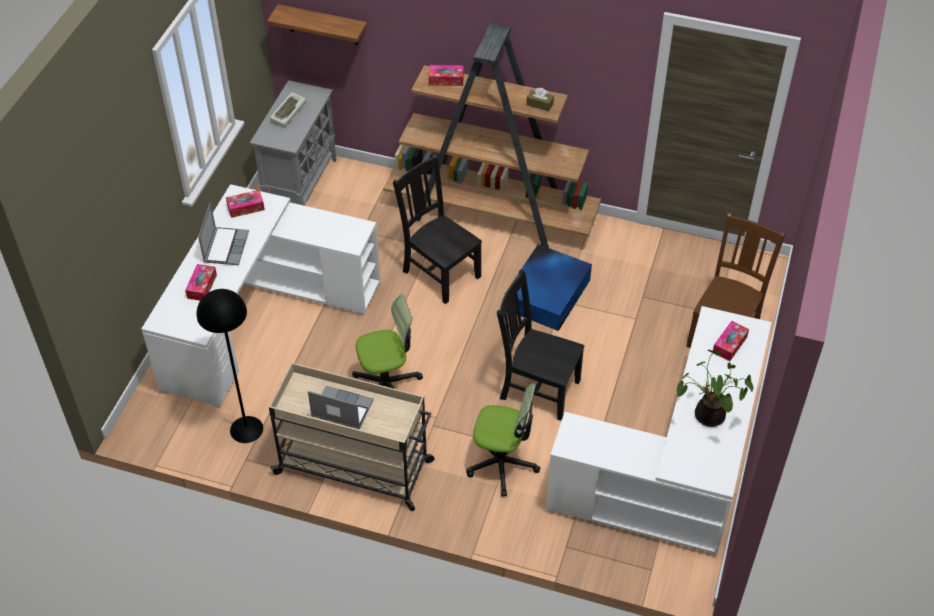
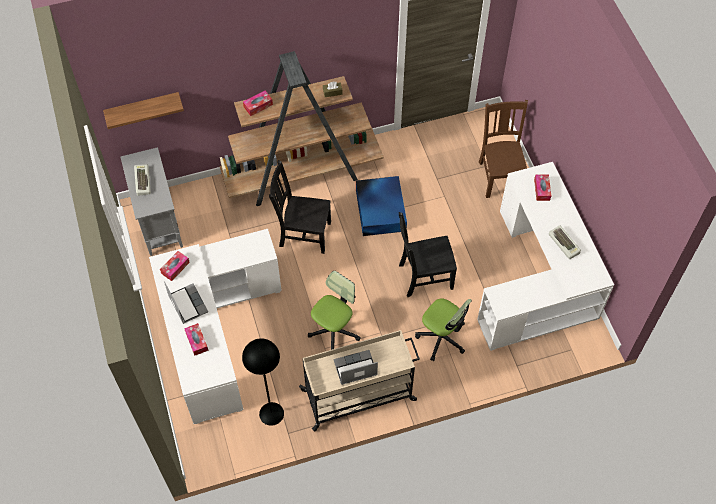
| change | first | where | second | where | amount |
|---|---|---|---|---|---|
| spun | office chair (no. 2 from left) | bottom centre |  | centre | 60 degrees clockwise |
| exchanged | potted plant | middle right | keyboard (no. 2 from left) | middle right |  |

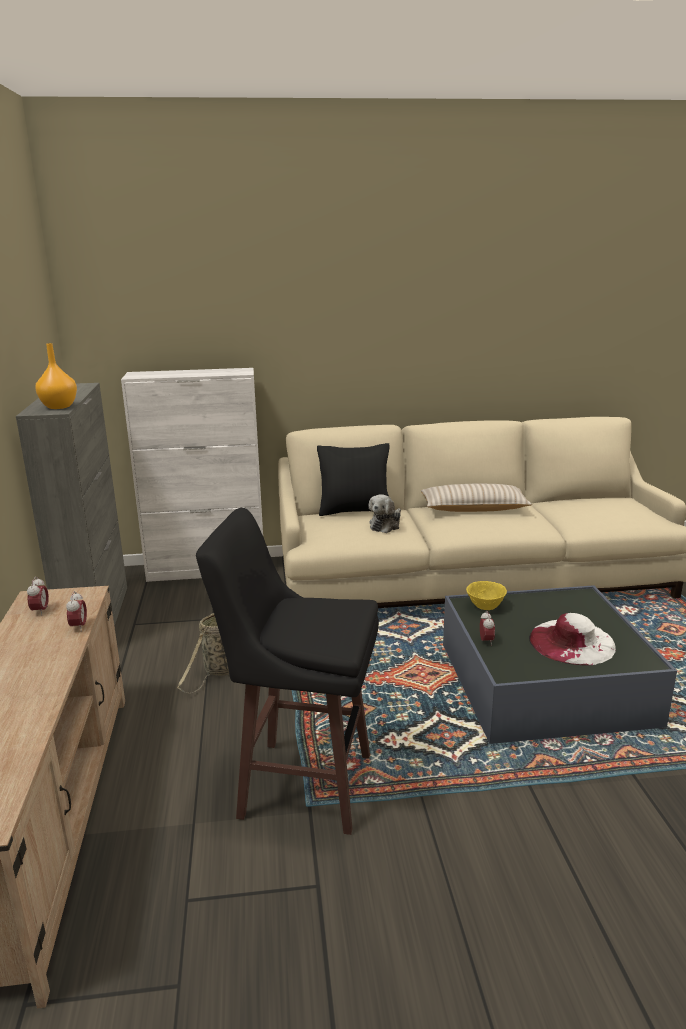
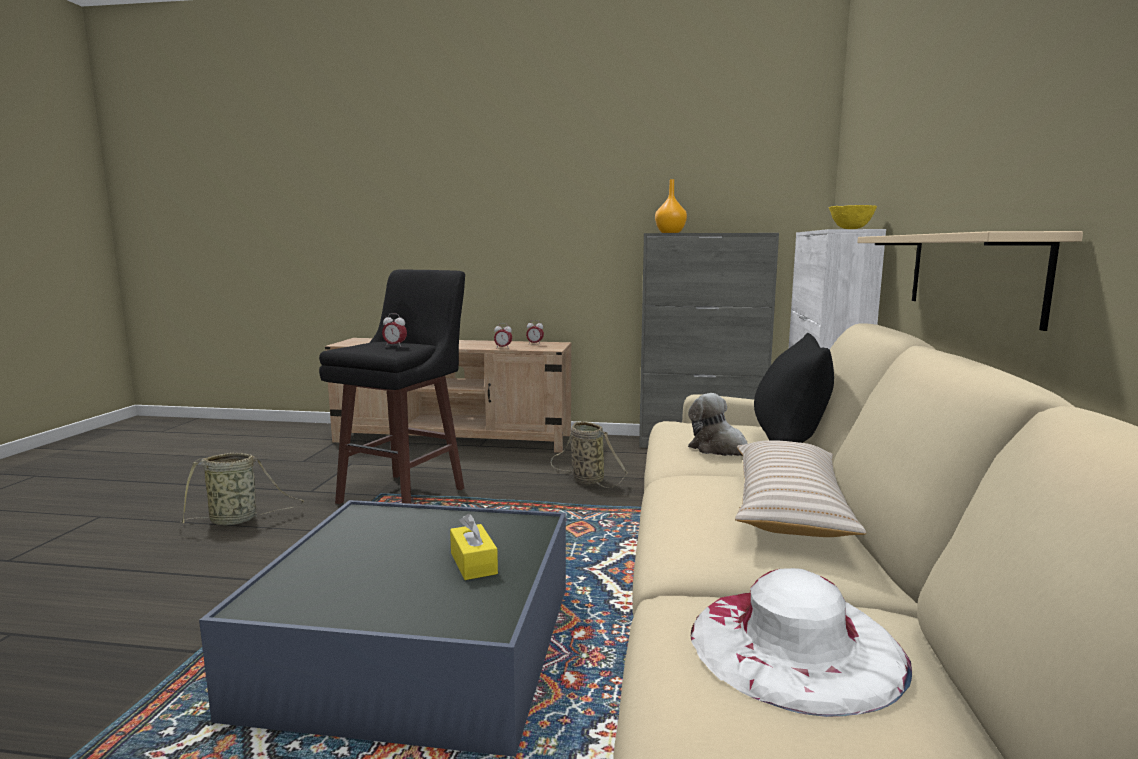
| change | first | where | second | where | amount |
|---|---|---|---|---|---|
| relocated | yellow bowl | middle right |  | top right |  |
| relocated | alarm clock (no. 3 from left in the first image) | middle right | alarm clock (no. 1 from left) | centre |  |
| relocated | white hat | middle right |  | bottom right |  |
| appeared |  |  | basket (no. 1 from left) | middle left |  |
| appeared |  |  | yellow tissue box | bottom centre |  |
| appeared |  |  | beige shelf | middle right |  |

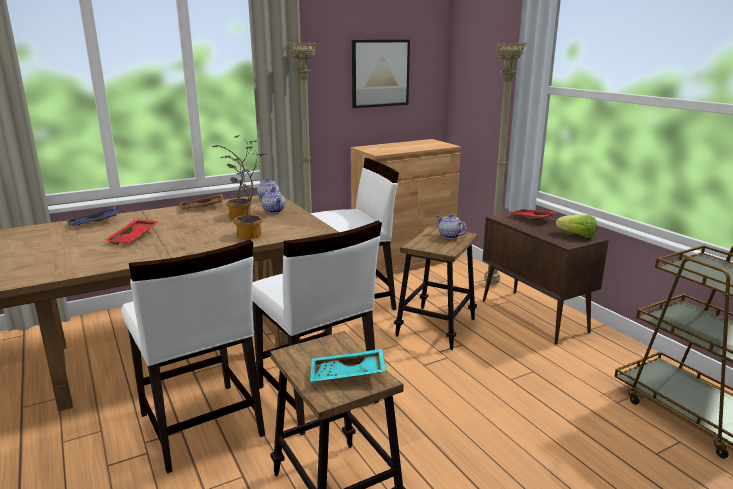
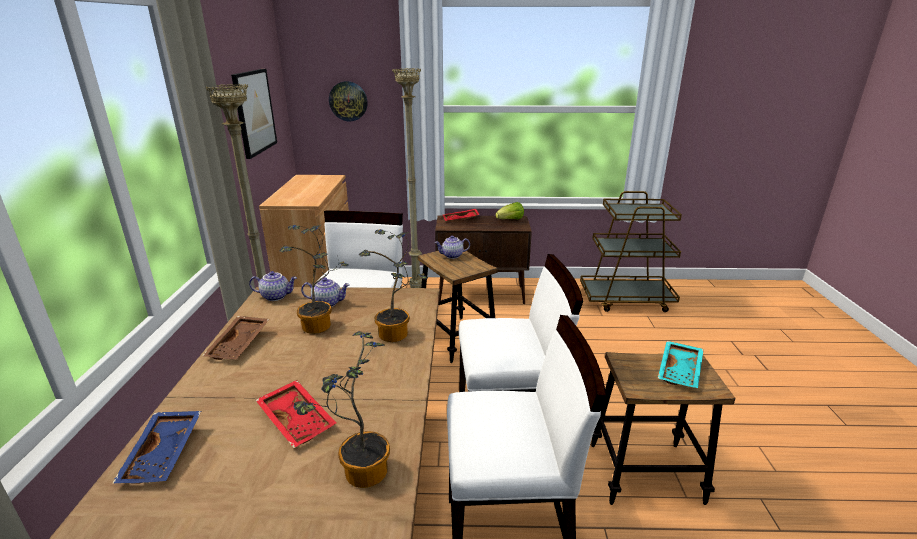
| change | first | where | second | where | amount |
|---|---|---|---|---|---|
| appeared |  |  | potted plant (no. 2 from left) | bottom centre |  |
| appeared |  |  | wall clock | top centre |  |

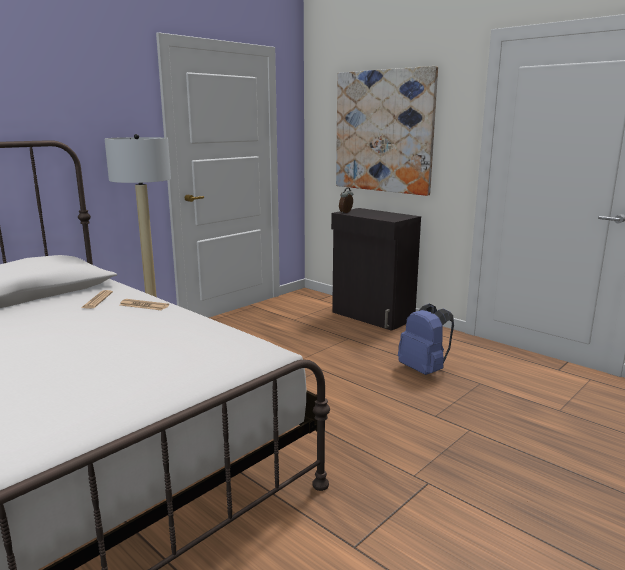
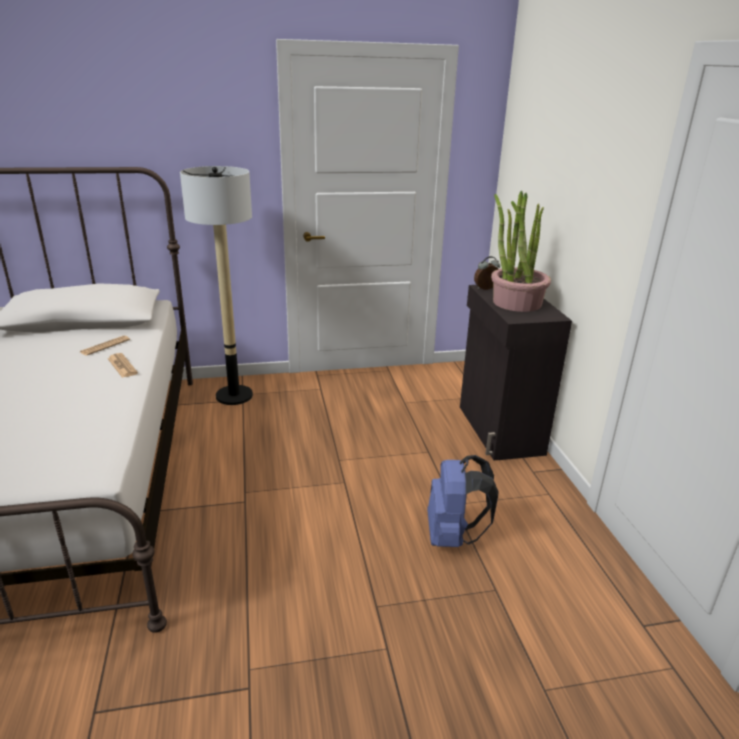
| change | first | where | second | where | amount |
|---|---|---|---|---|---|
| missing | picture | top centre |  |  |  |
| appeared |  |  | potted plant | middle right |  |

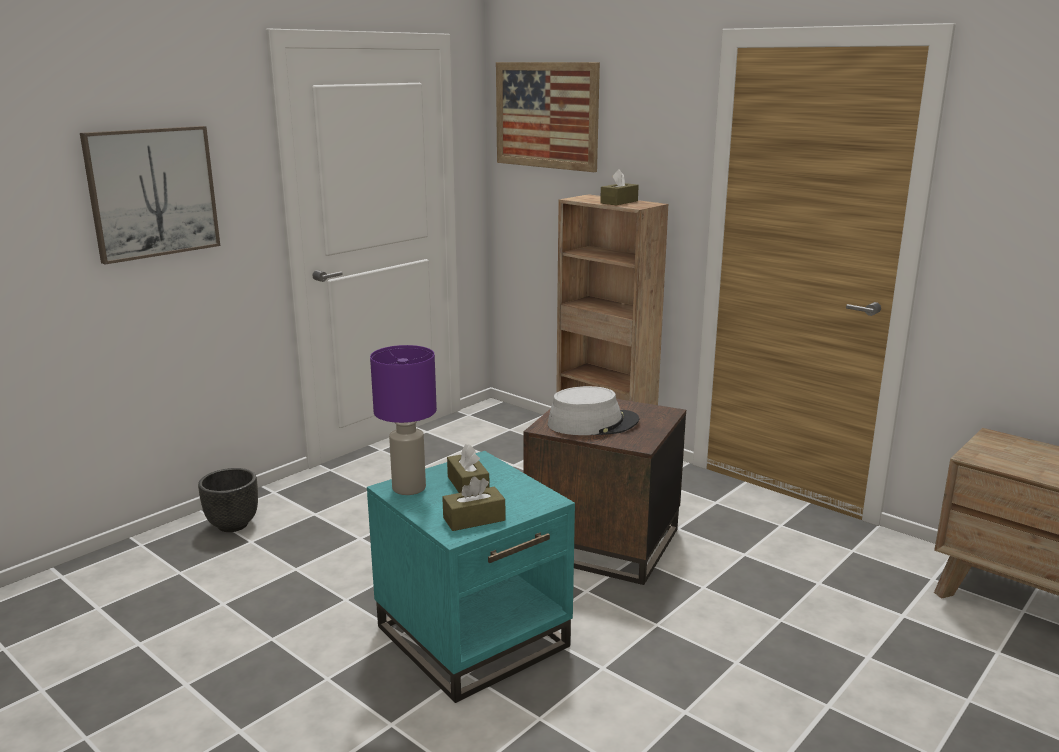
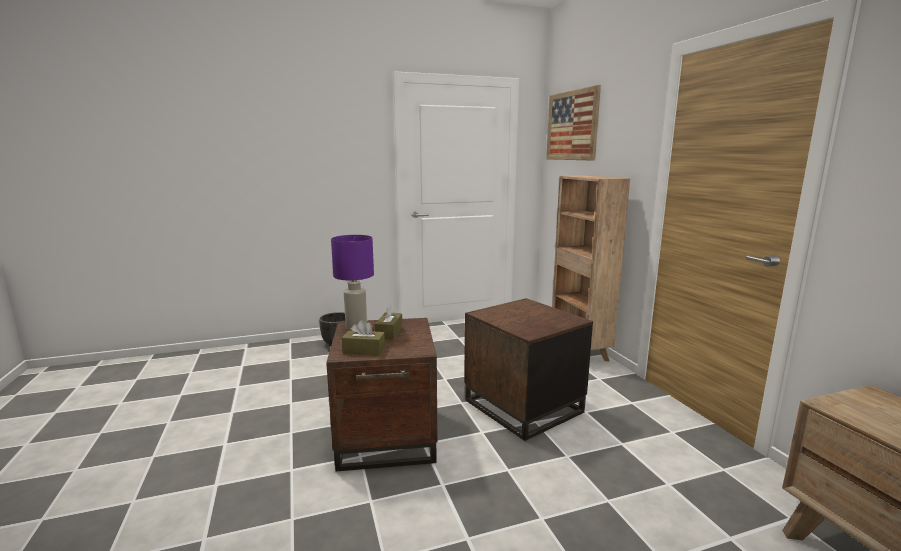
| change | first | where | second | where | amount |
|---|---|---|---|---|---|
| missing | picture (no. 1 from left) | top left |  |  |  |
| colour | turquoise side table | bottom centre | brown side table (no. 1 from left) | bottom centre |  |
| missing | grey hat | centre |  |  |  |
| missing | brown tissue box (no. 3 from left) | top centre |  |  |  |

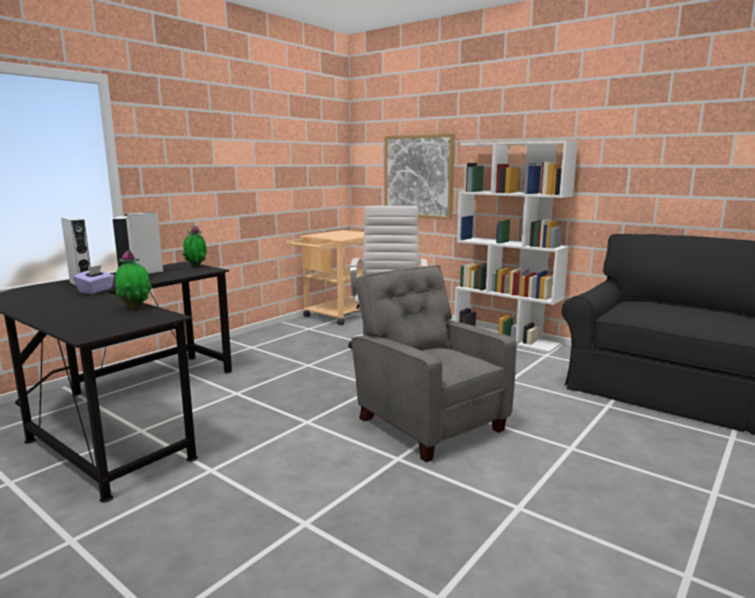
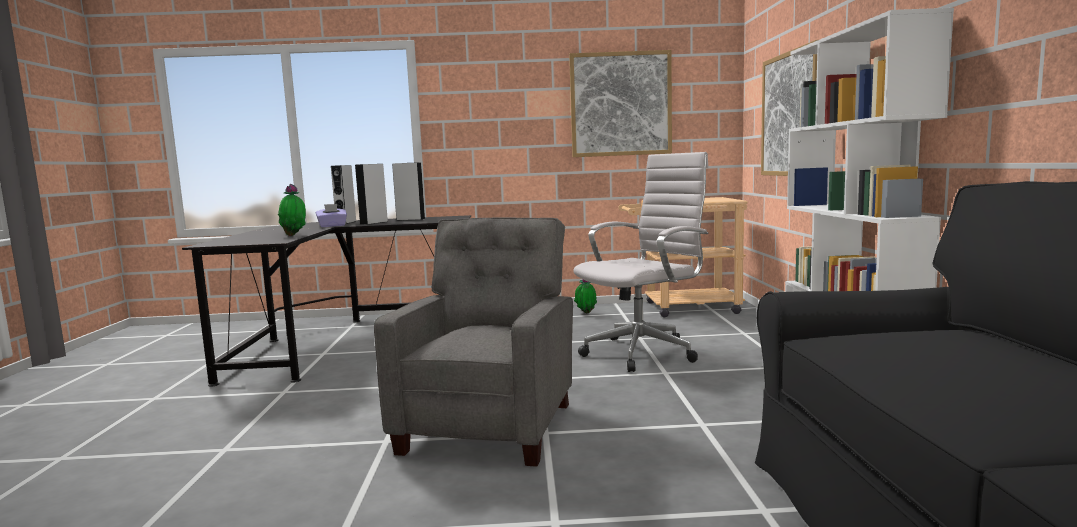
| change | first | where | second | where | amount |
|---|---|---|---|---|---|
| relocated | potted plant (no. 2 from left) | middle left |  | centre |  |
| appeared |  |  | picture (no. 1 from left) | top centre |  |

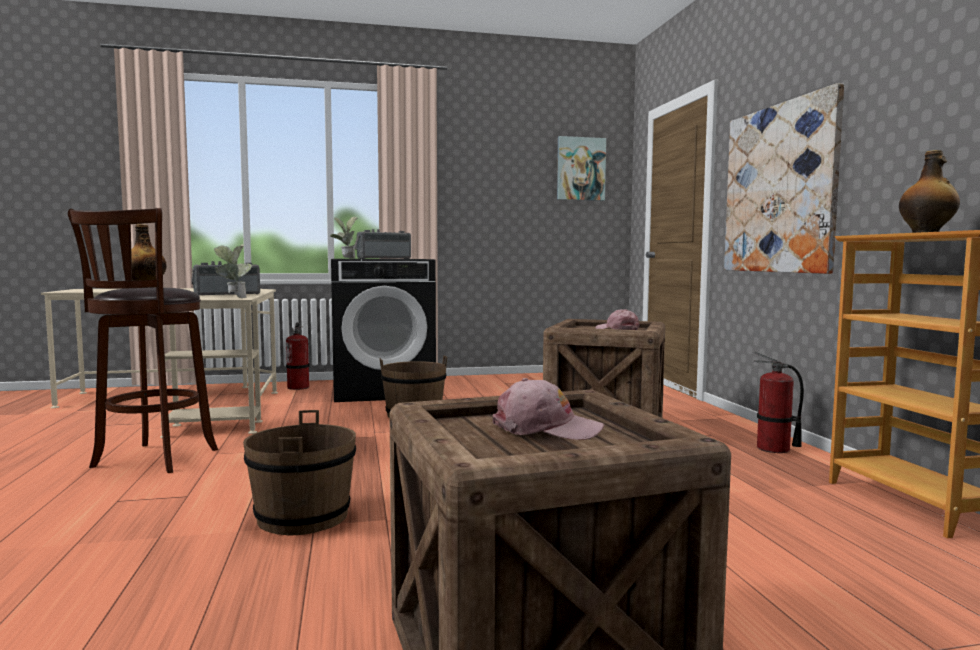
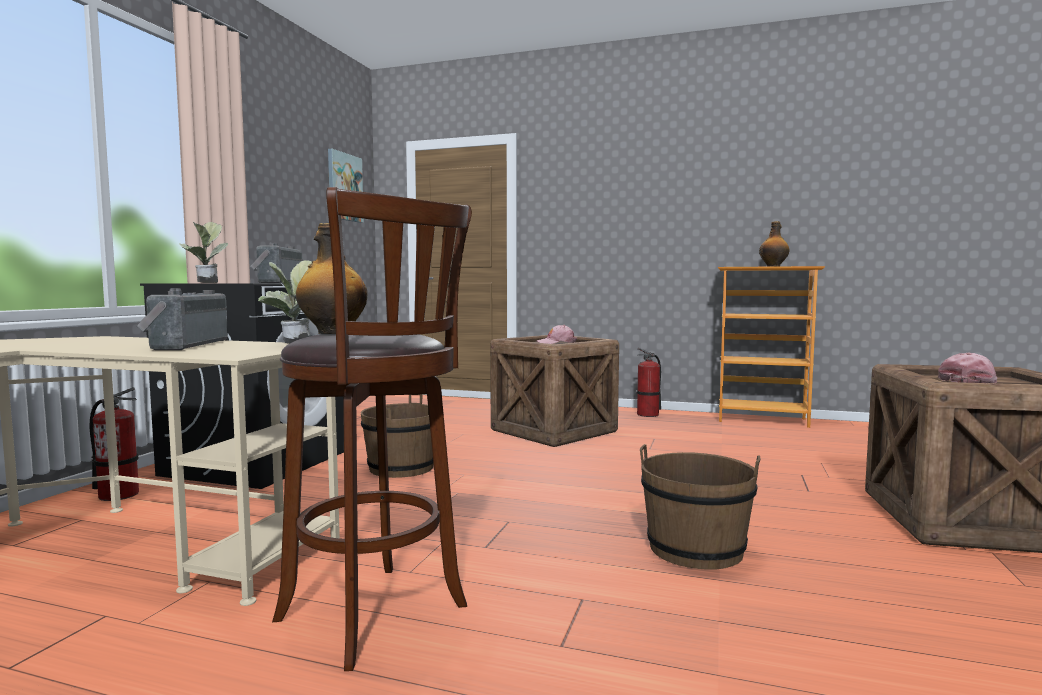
| change | first | where | second | where | amount |
|---|---|---|---|---|---|
| missing | picture (no. 2 from left) | top right |  |  |  |

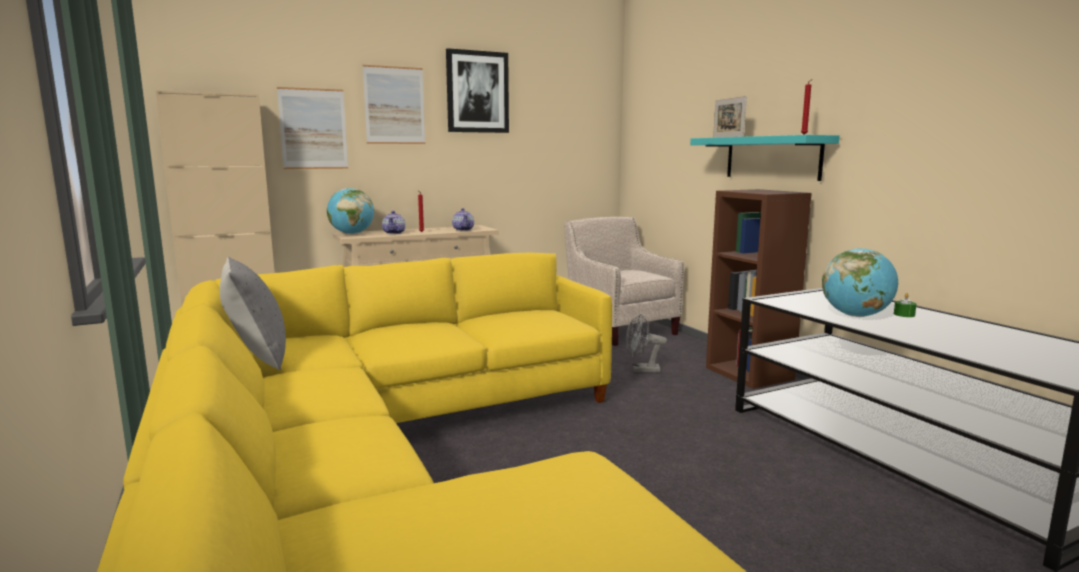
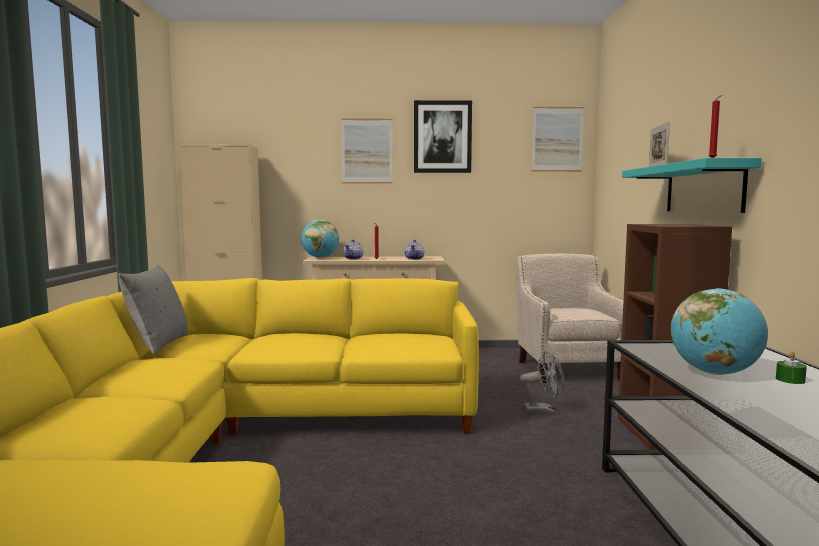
| change | first | where | second | where | amount |
|---|---|---|---|---|---|
| relocated | picture (no. 1 from left in the first image) | top left | picture (no. 3 from left) | top right |  |
| spun | grey fan | centre |  | bottom centre | 150 degrees clockwise |

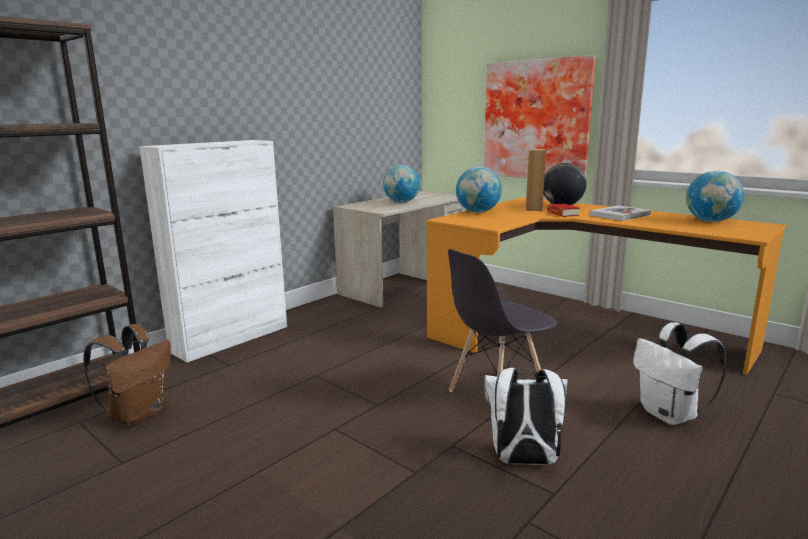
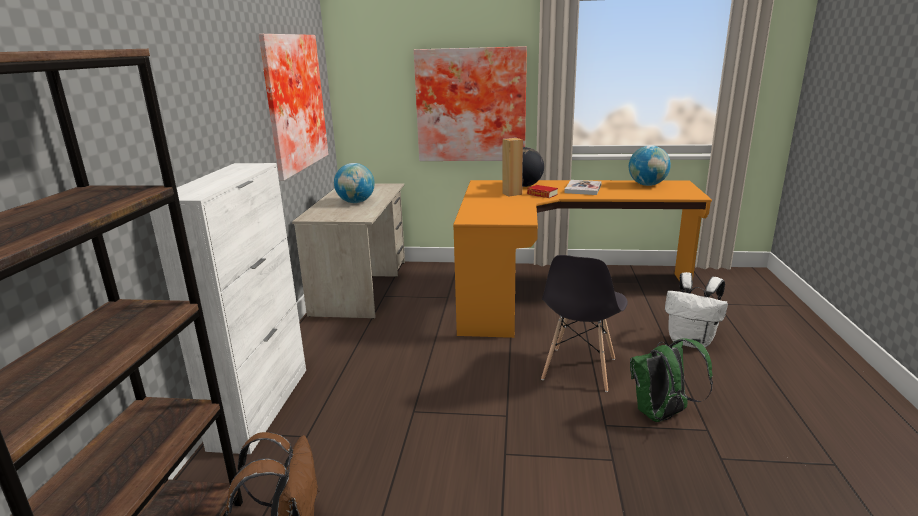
| change | first | where | second | where | amount |
|---|---|---|---|---|---|
| missing | globe (no. 2 from left) | centre |  |  |  |
| colour | white backpack (no. 1 from left) | bottom centre | green backpack | bottom right |  |
| appeared |  |  | picture (no. 1 from left) | top left |  |

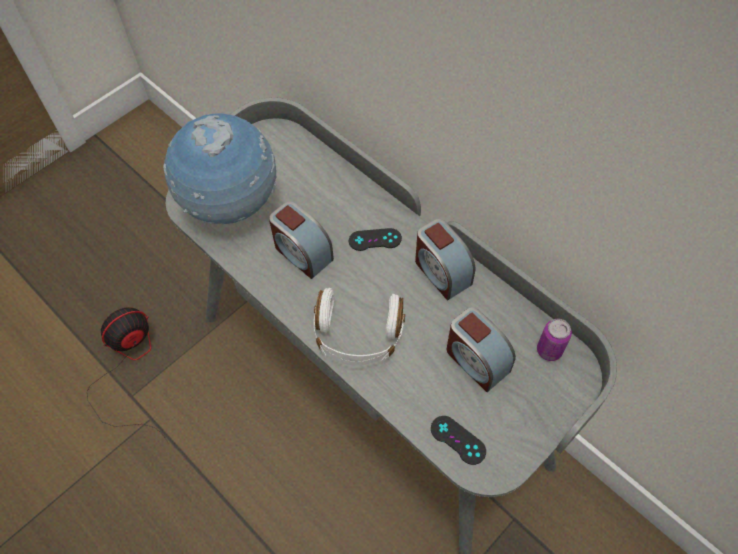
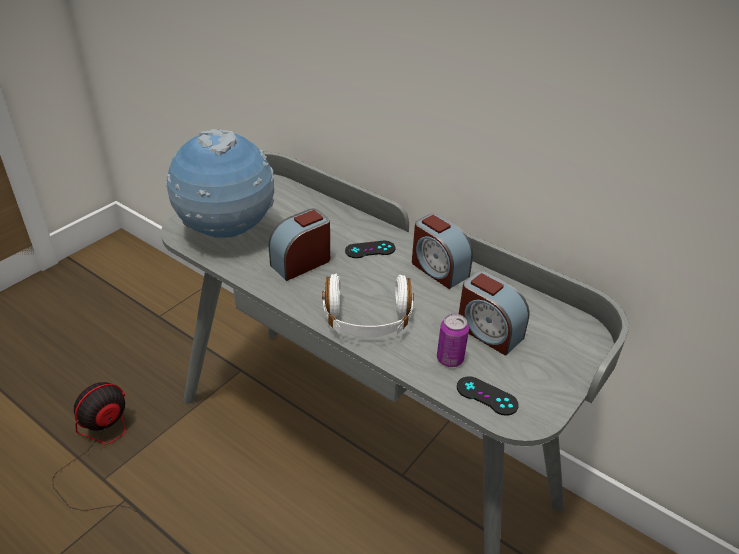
| change | first | where | second | where | amount |
|---|---|---|---|---|---|
| spun | alarm clock (no. 1 from left) | centre |  | centre | 105 degrees clockwise |
| relocated | can | middle right |  | centre |  |

